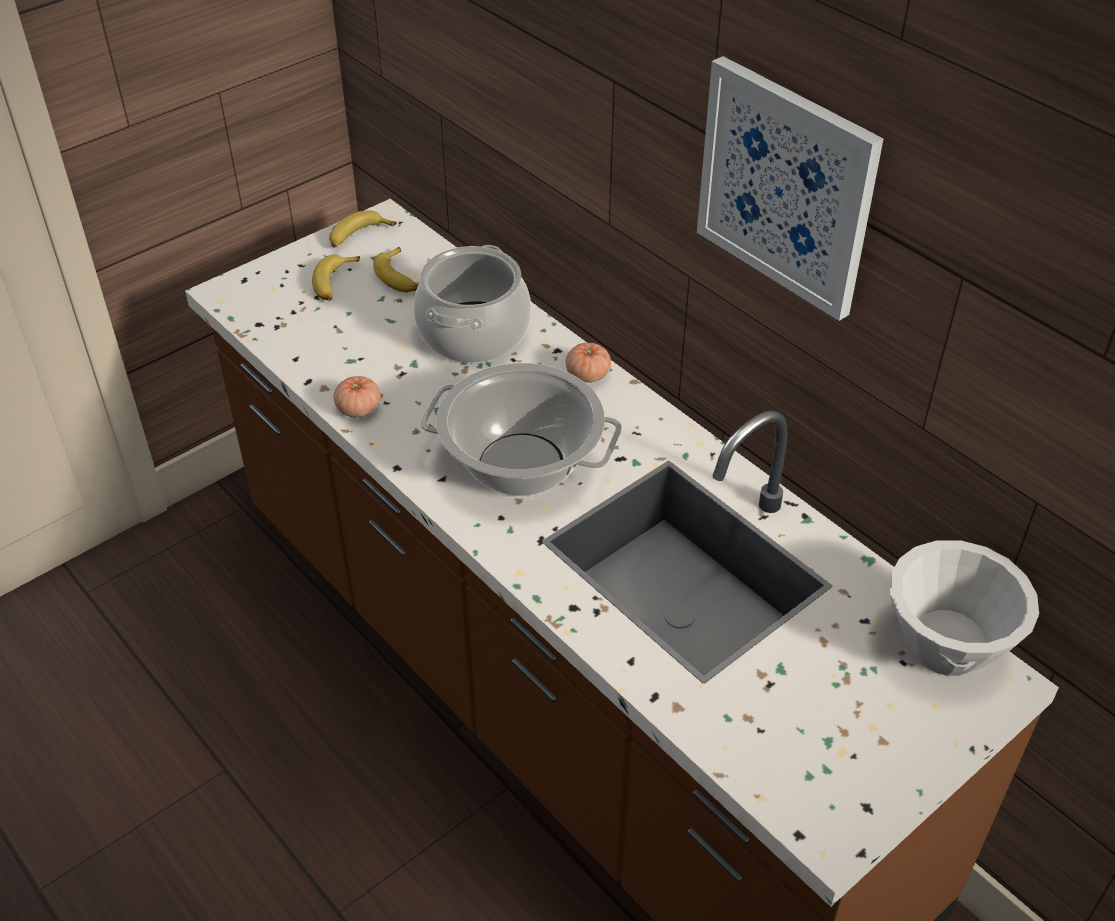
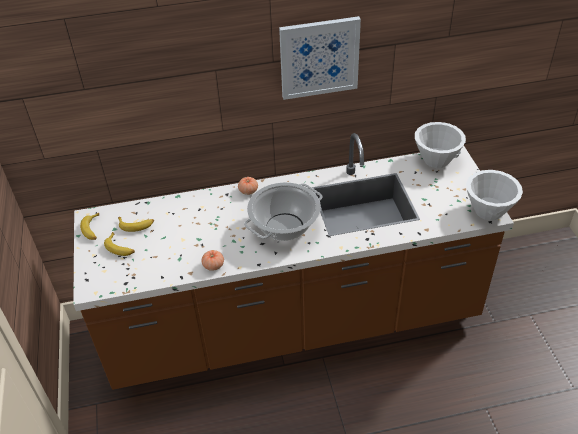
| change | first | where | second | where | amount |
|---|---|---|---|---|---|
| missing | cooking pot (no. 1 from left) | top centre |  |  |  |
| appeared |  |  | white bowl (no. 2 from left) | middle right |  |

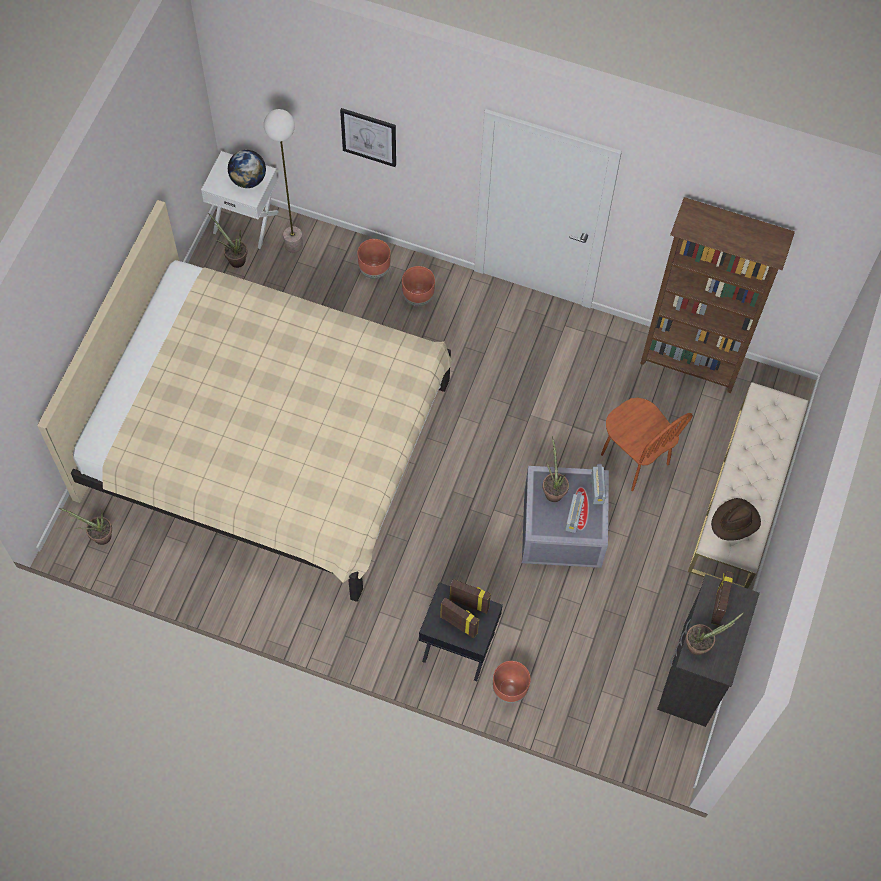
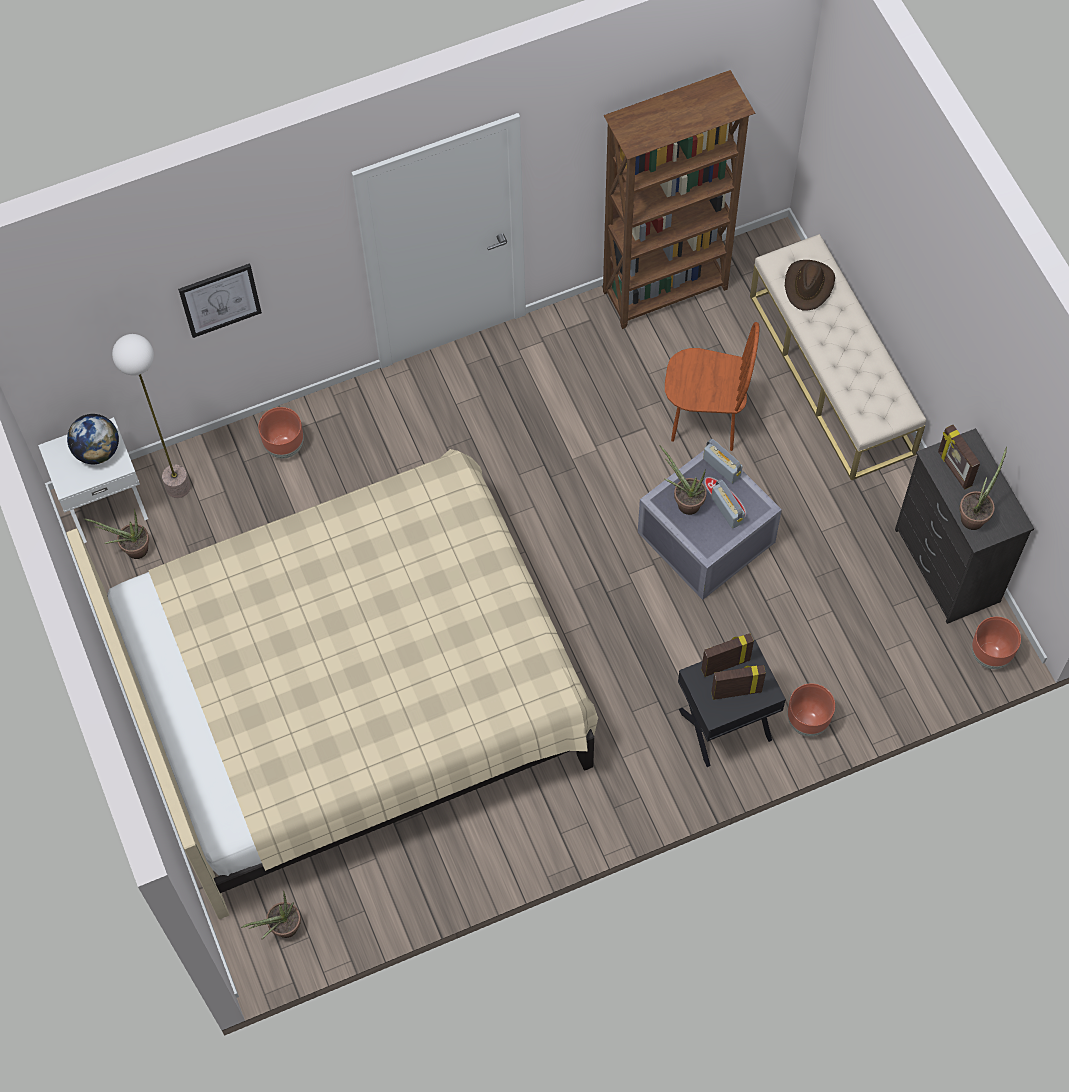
| change | first | where | second | where | amount |
|---|---|---|---|---|---|
| relocated | brown planter (no. 2 from left in the first image) | top centre | brown planter (no. 3 from left) | middle right |  |
| relocated | brown hat | middle right |  | top right |  |

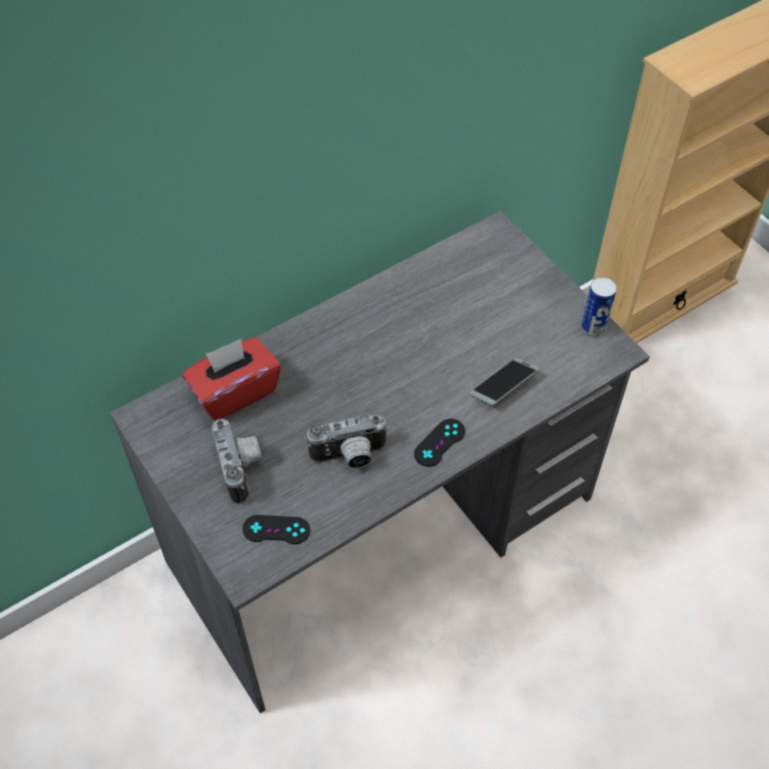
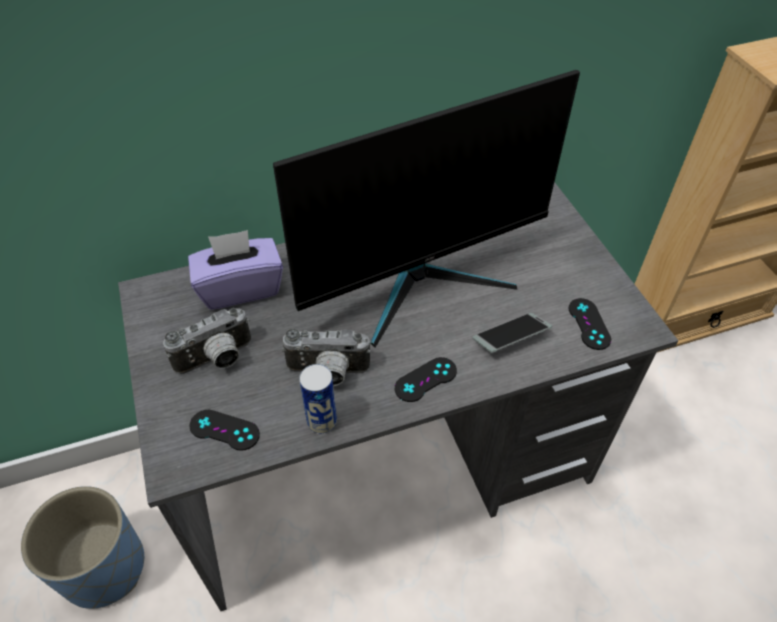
| change | first | where | second | where | amount |
|---|---|---|---|---|---|
| colour | red tissue box | middle left | purple tissue box | middle left |  |
| spun | photo camera (no. 1 from left) | middle left |  | middle left | 60 degrees clockwise |
| relocated | can | middle right |  | centre |  |
| appeared |  |  | blue planter | bottom left |  |
| appeared |  |  | monitor | centre |  |
| appeared |  |  | black game controller (no. 3 from left) | middle right |  |

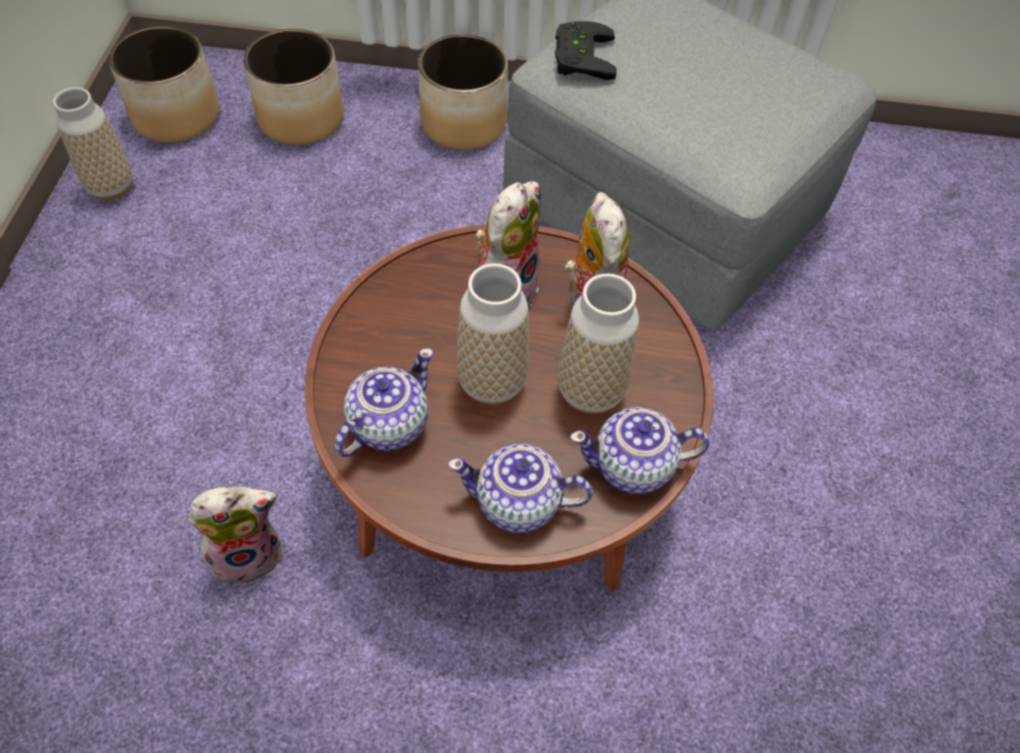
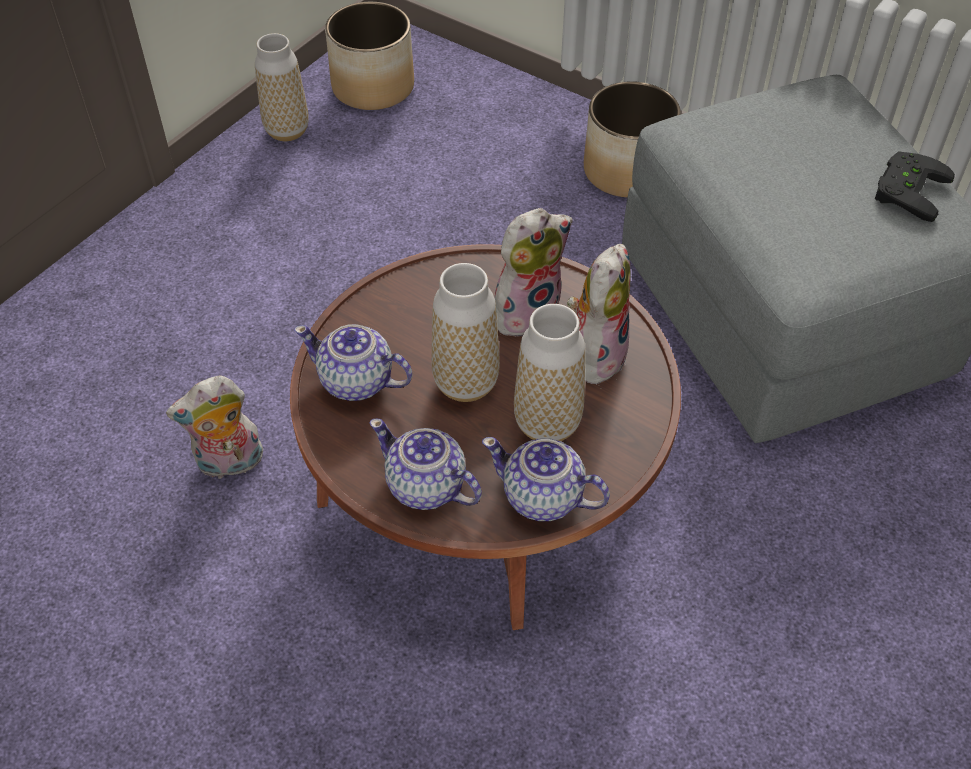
| change | first | where | second | where | amount |
|---|---|---|---|---|---|
| spun | plush toy (no. 1 from left) | bottom left |  | middle left | 150 degrees clockwise |
| missing | planter (no. 2 from left) | top left |  |  |  |
| spun | teapot (no. 1 from left) | centre |  | centre | 135 degrees counterclockwise |
| relocated | black game controller | top centre |  | top right |  |

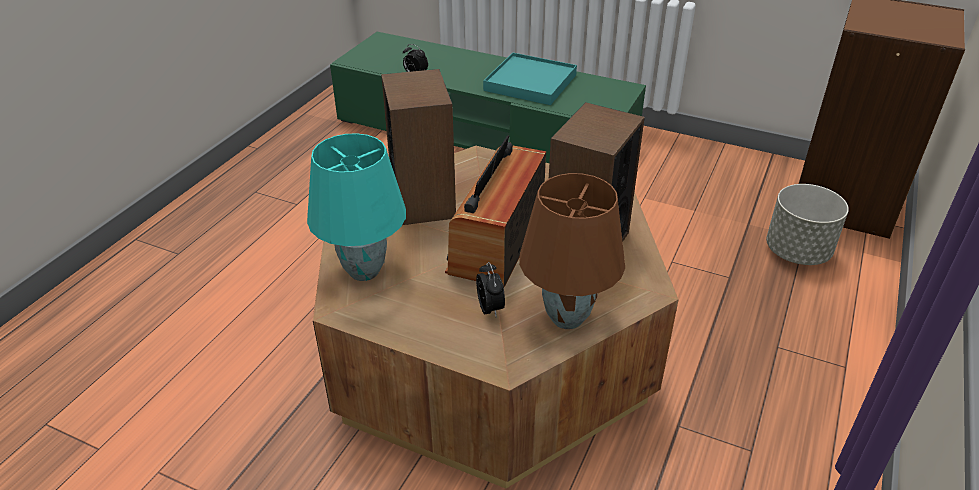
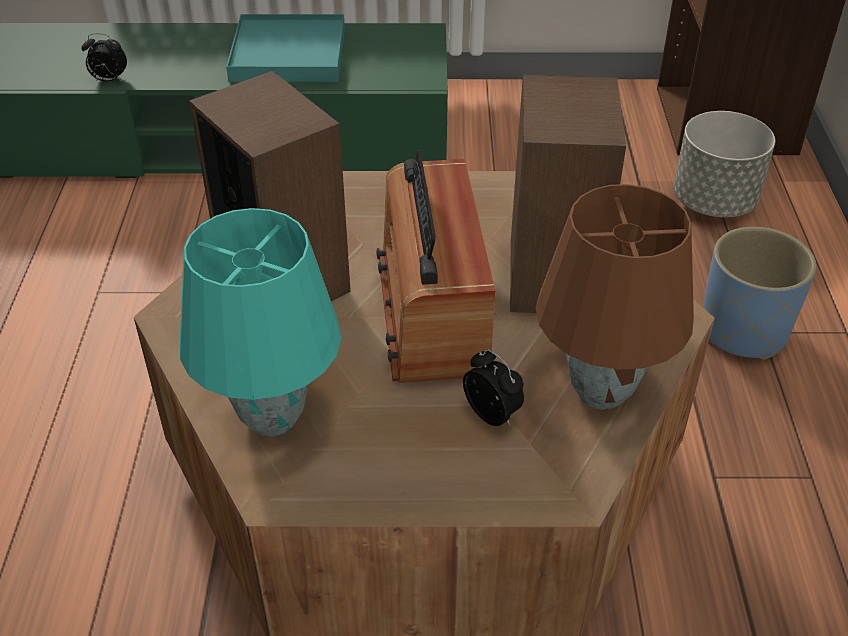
| change | first | where | second | where | amount |
|---|---|---|---|---|---|
| appeared |  |  | blue planter | middle right |  |

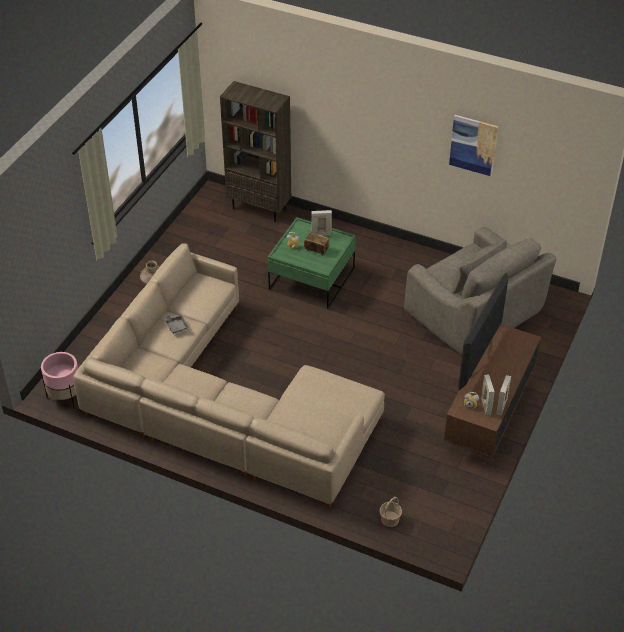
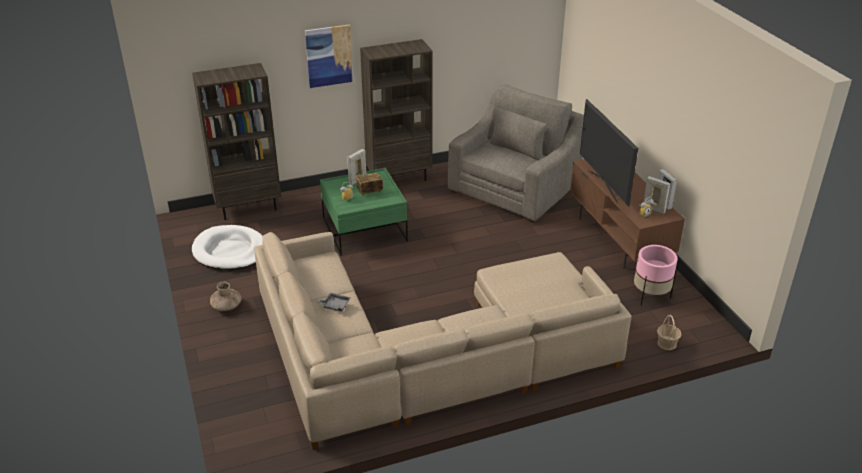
| change | first | where | second | where | amount |
|---|---|---|---|---|---|
| relocated | pink planter | middle left |  | middle right |  |
| spun | grey armchair | middle right |  | top centre | 60 degrees counterclockwise |
| relocated | picture | top right |  | top centre |  |
| appeared |  |  | white dog bed | middle left |  |
| appeared |  |  | brown bookcase (no. 2 from left) | top centre |  |

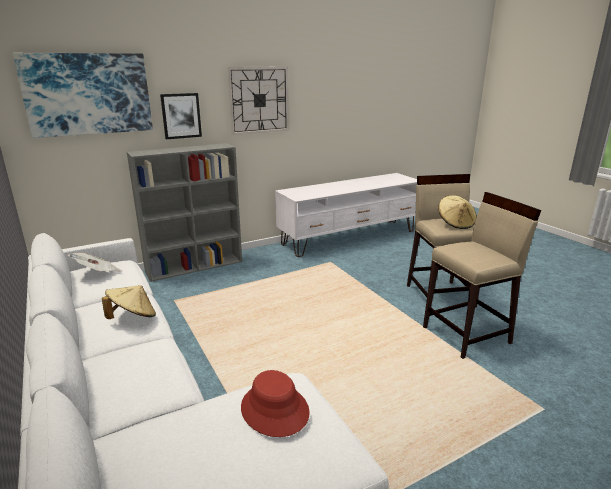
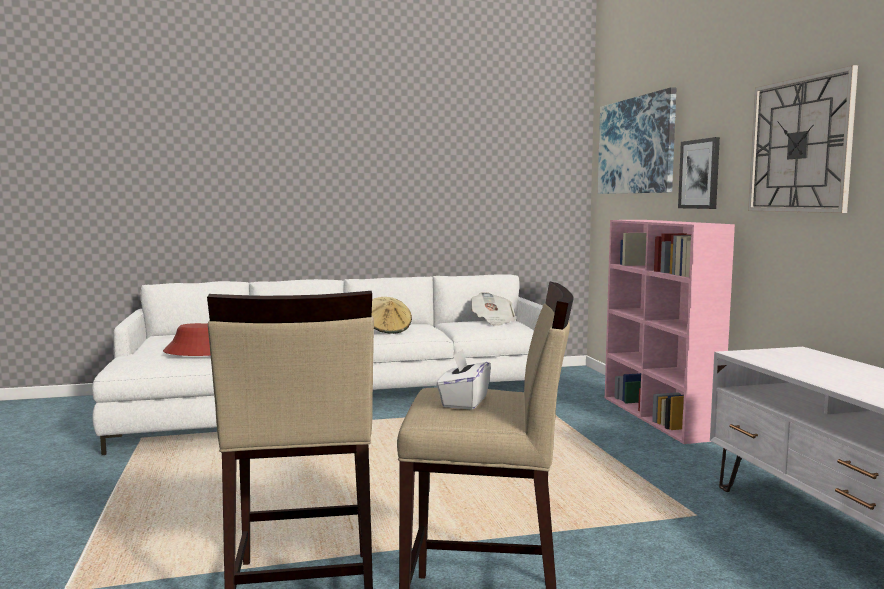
| change | first | where | second | where | amount |
|---|---|---|---|---|---|
| colour | grey bookcase | middle left | pink bookcase | middle right |  |
| exchanged | beige hat (no. 2 from left) | middle right | white tissue box | centre |  |

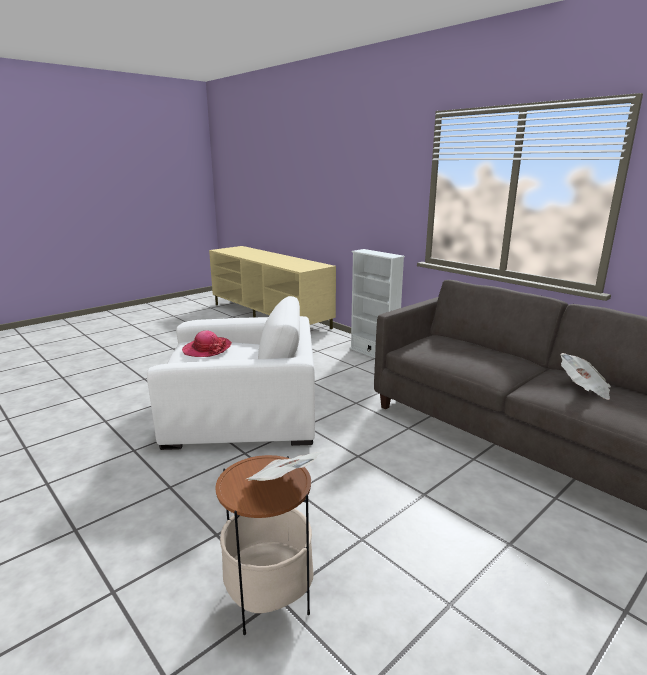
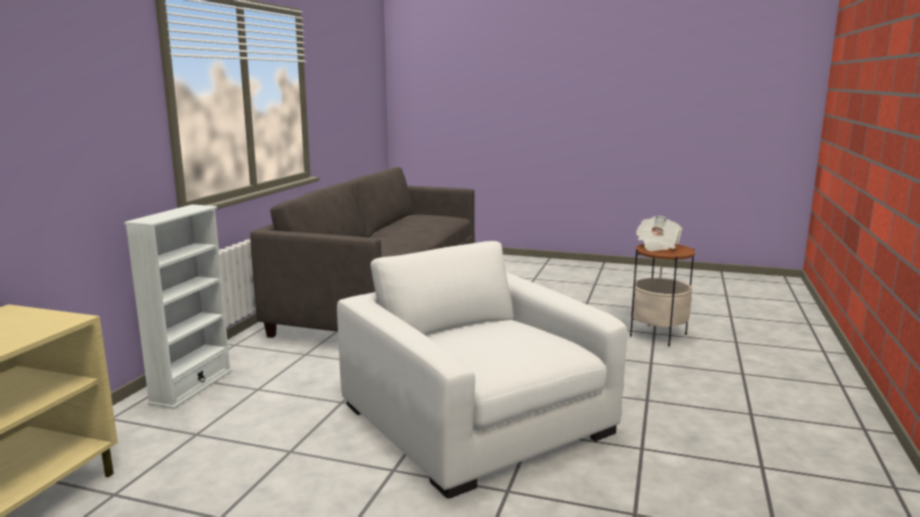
| change | first | where | second | where | amount |
|---|---|---|---|---|---|
| missing | hat | middle left |  |  |  |
| missing | newspaper (no. 2 from left) | middle right |  |  |  |

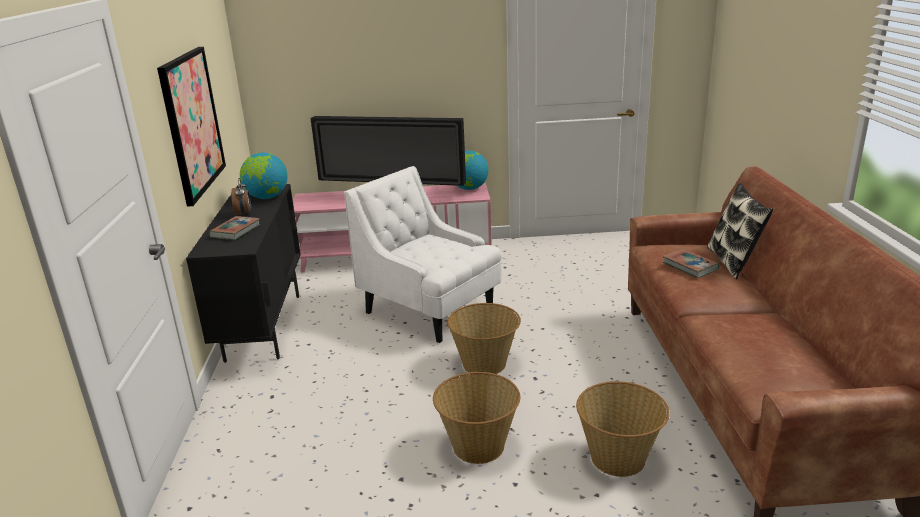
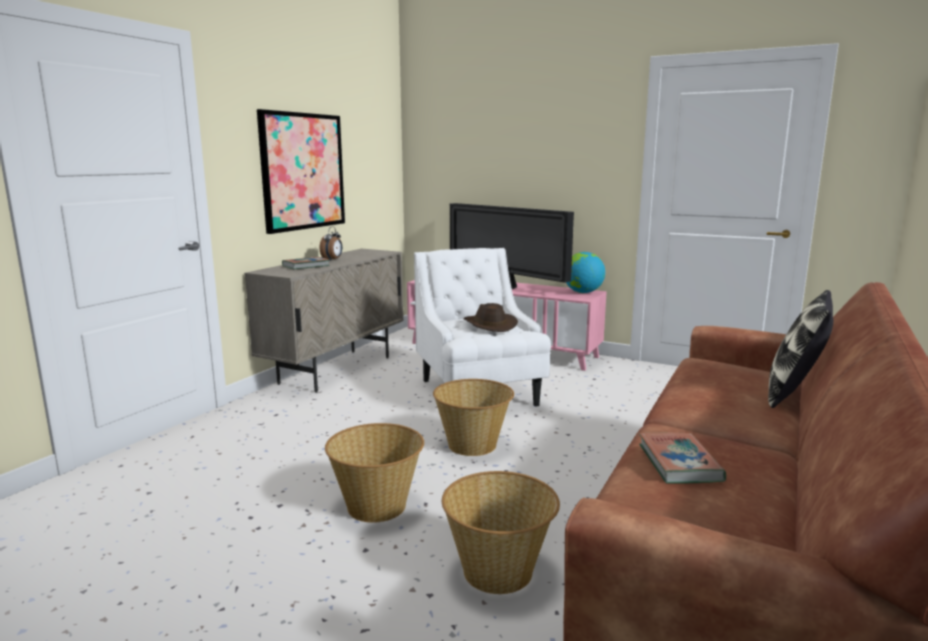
| change | first | where | second | where | amount |
|---|---|---|---|---|---|
| colour | black cabinet | middle left | beige cabinet | centre |  |
| missing | globe (no. 1 from left) | middle left |  |  |  |
| relocated | book (no. 2 from left) | middle right |  | bottom right |  |
| appeared |  |  | brown hat | centre |  |

